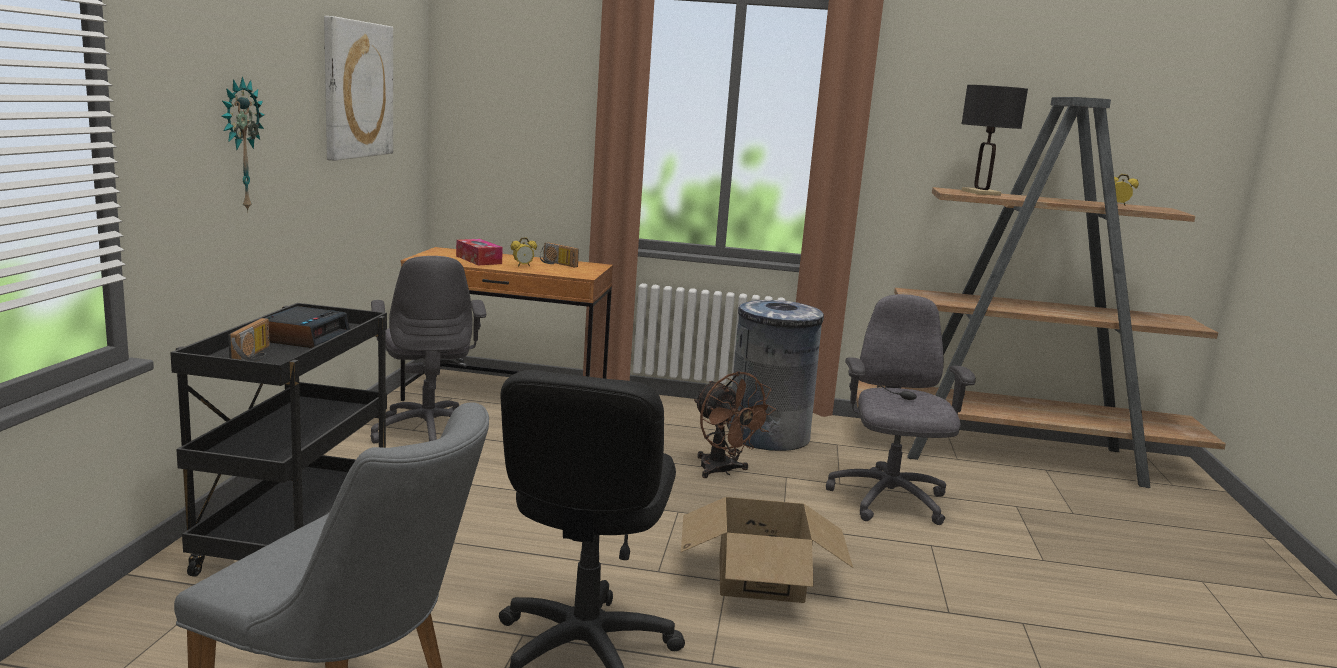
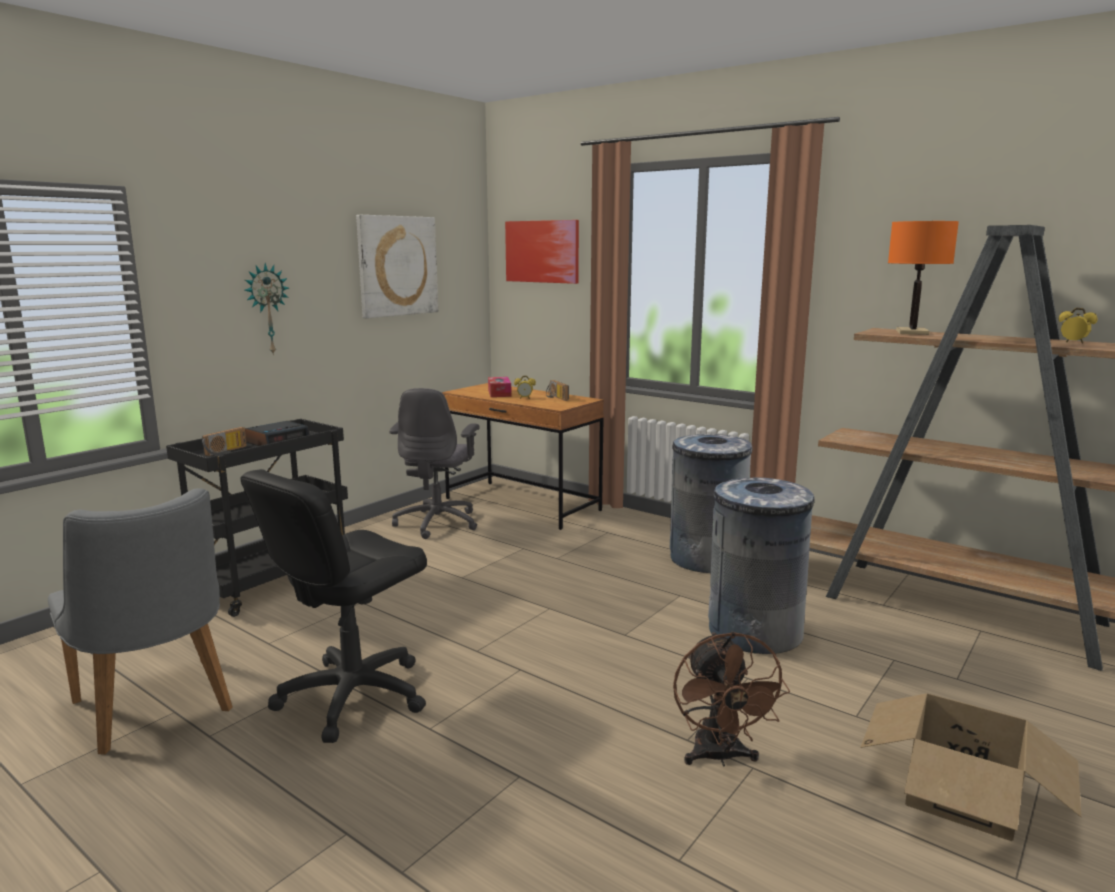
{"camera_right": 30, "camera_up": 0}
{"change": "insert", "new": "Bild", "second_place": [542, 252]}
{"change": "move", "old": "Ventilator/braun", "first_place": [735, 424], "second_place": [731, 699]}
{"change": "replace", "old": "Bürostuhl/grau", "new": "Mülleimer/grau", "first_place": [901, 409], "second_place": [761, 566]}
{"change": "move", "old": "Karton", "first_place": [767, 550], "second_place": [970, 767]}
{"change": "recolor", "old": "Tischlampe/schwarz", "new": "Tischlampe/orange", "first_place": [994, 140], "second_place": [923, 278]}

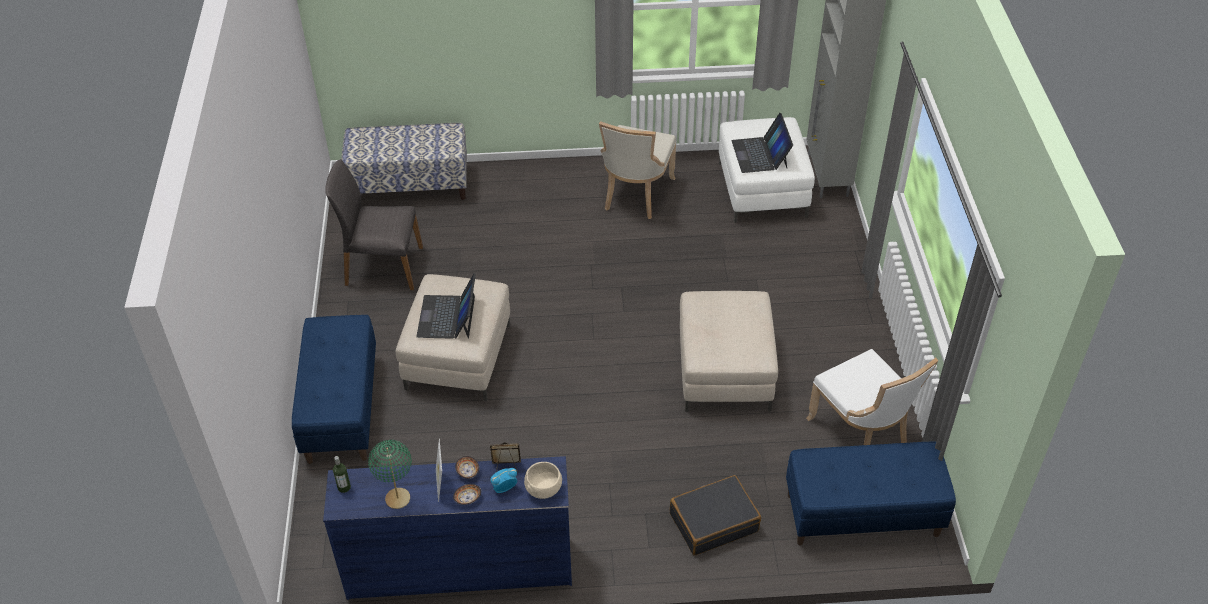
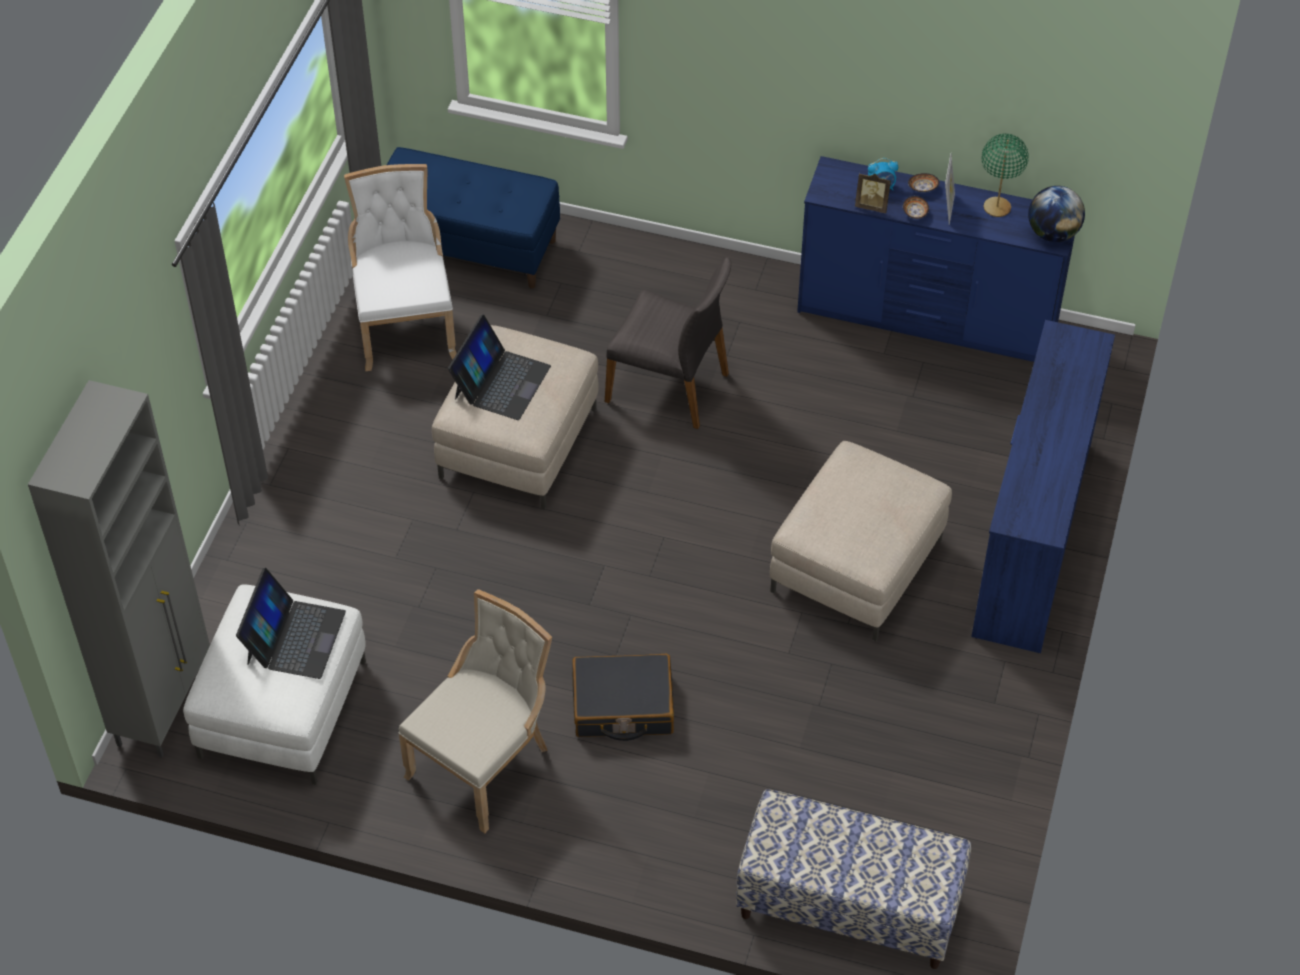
{"camera_right": -160, "camera_up": 5}
{"change": "move", "old": "Laptop", "first_place": [446, 306], "second_place": [499, 367]}
{"change": "move", "old": "Koffer/schwarz", "first_place": [715, 515], "second_place": [623, 697]}
{"change": "move", "old": "Stuhl/grau", "first_place": [374, 224], "second_place": [668, 343]}
{"change": "replace", "old": "Bank/blau", "new": "Kommode/blau", "first_place": [334, 389], "second_place": [1043, 486]}
{"change": "replace", "old": "Flasche", "new": "Globus", "first_place": [342, 474], "second_place": [1056, 214]}
{"change": "delete", "old": "Schüssel/beige", "first_place": [543, 480]}

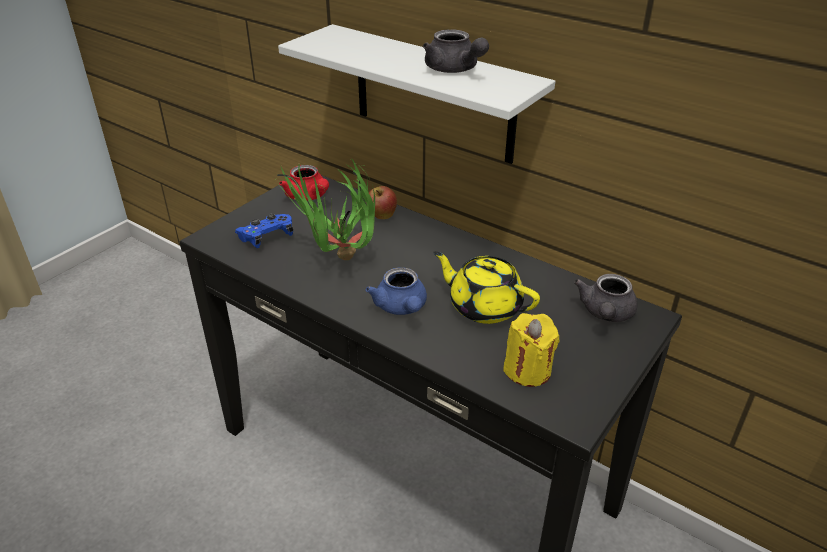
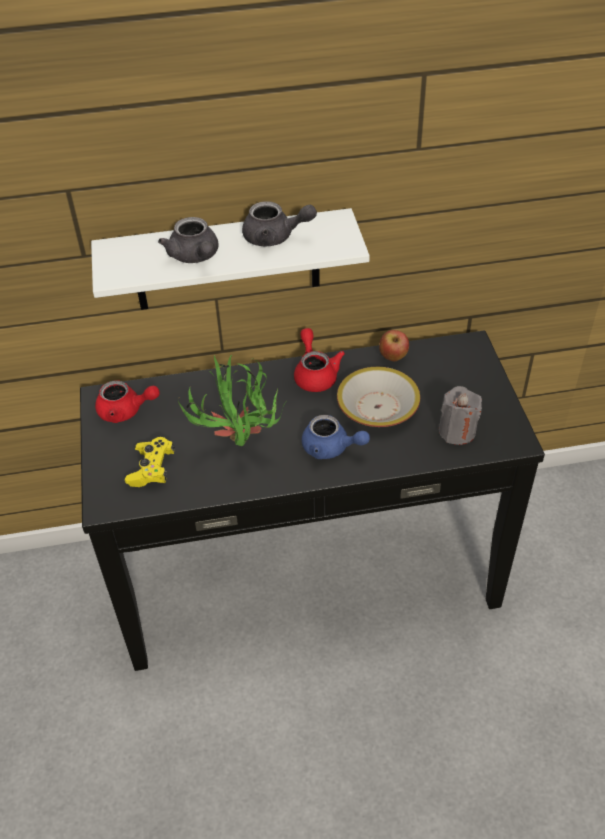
{"camera_right": -45, "camera_up": 10}
{"change": "recolor", "old": "Gamepad/blau", "new": "Gamepad/gelb", "first_place": [264, 231], "second_place": [150, 462]}
{"change": "move", "old": "Teekanne/grau", "first_place": [606, 298], "second_place": [188, 240]}
{"change": "insert", "new": "Teekanne/rot", "second_place": [319, 360]}
{"change": "replace", "old": "Teekanne/gelb", "new": "Schüssel", "first_place": [486, 287], "second_place": [378, 397]}
{"change": "move", "old": "Apfel", "first_place": [383, 202], "second_place": [394, 345]}
{"change": "recolor", "old": "Kerze/gelb", "new": "Kerze/grau", "first_place": [531, 350], "second_place": [460, 415]}

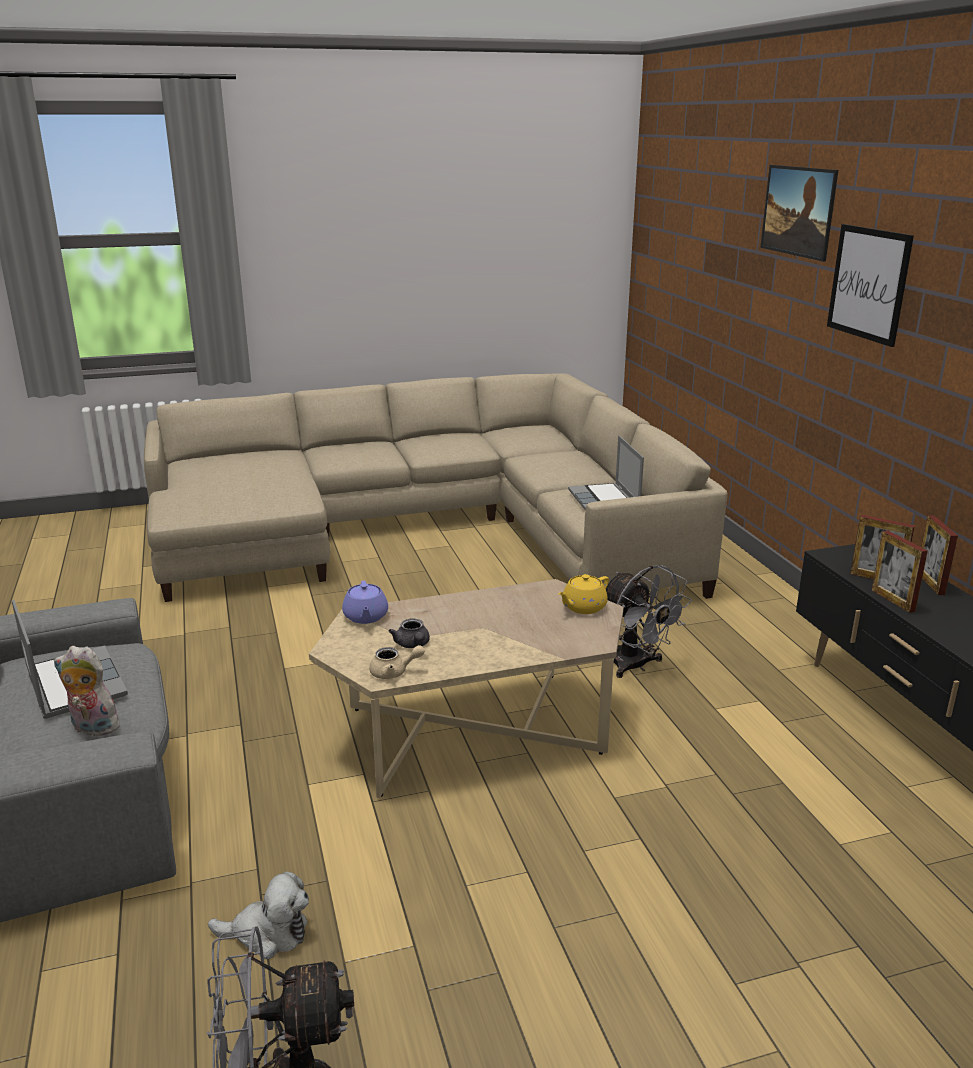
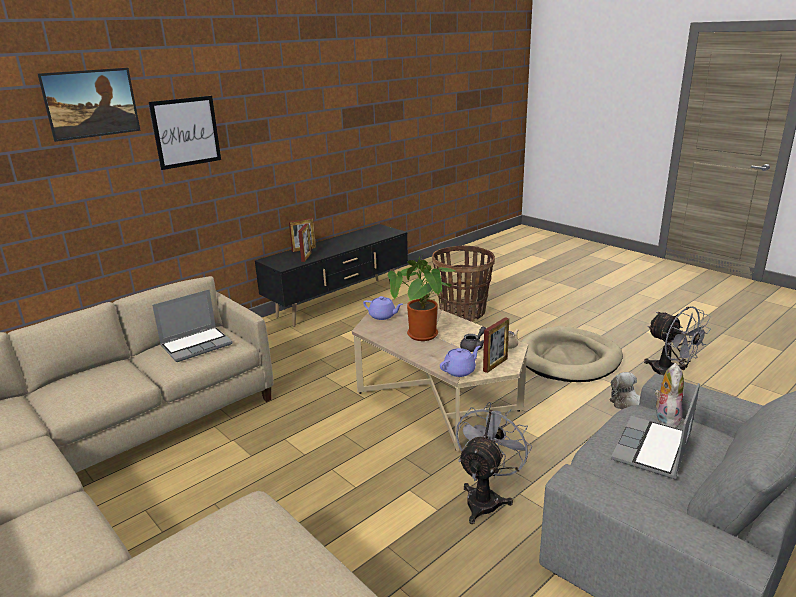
{"camera_right": -115, "camera_up": 0}
{"change": "recolor", "old": "Teekanne/gelb", "new": "Teekanne/lila", "first_place": [583, 594], "second_place": [383, 308]}
{"change": "insert", "new": "Topfpflanze", "second_place": [421, 297]}
{"change": "insert", "new": "Korb", "second_place": [463, 284]}
{"change": "move", "old": "Ventilator/grau", "first_place": [649, 621], "second_place": [494, 463]}
{"change": "move", "old": "Bilderrahmen", "first_place": [900, 571], "second_place": [496, 345]}
{"change": "insert", "new": "Hundebett/beige", "second_place": [572, 354]}
{"change": "rotate", "old": "Plüschtier", "first_place": [88, 691], "second_place": [669, 395], "degrees": -150}

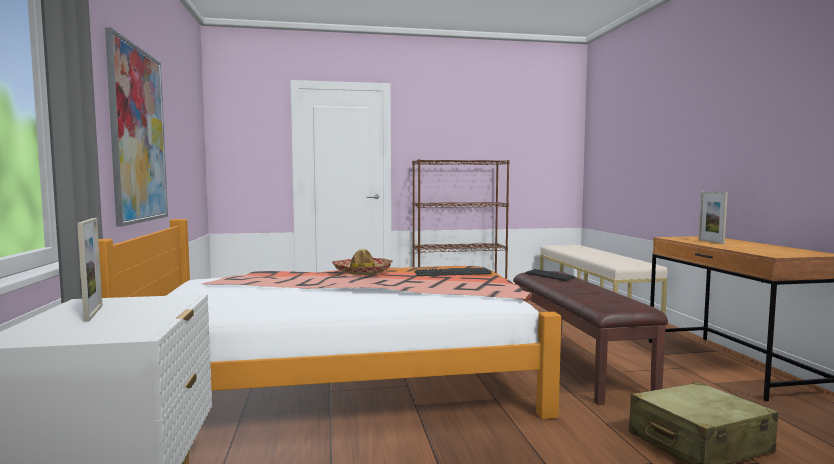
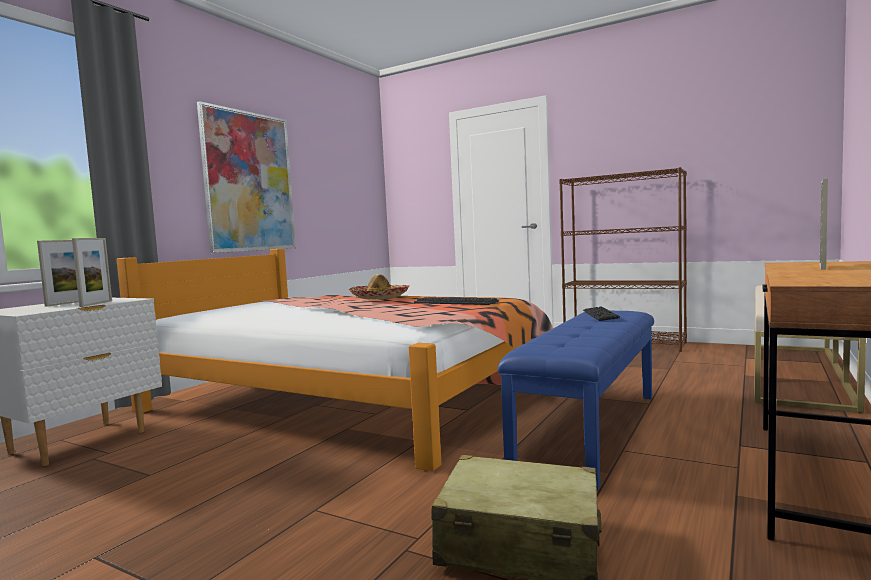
{"camera_right": 40, "camera_up": 0}
{"change": "insert", "new": "Bilderrahmen", "second_place": [92, 272]}
{"change": "recolor", "old": "Bank/braun", "new": "Bank/blau", "first_place": [590, 338], "second_place": [575, 400]}

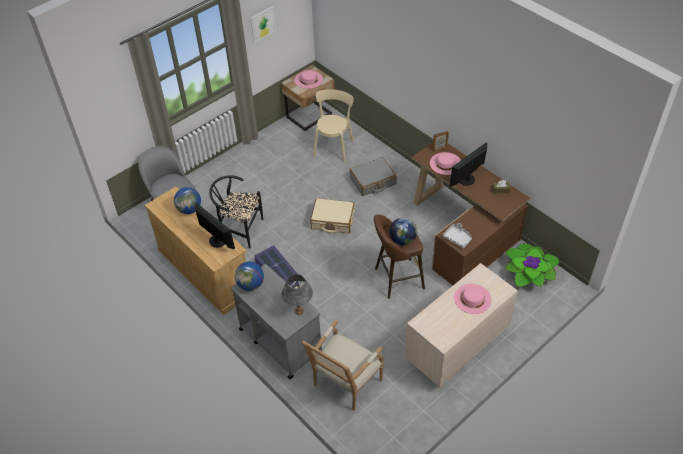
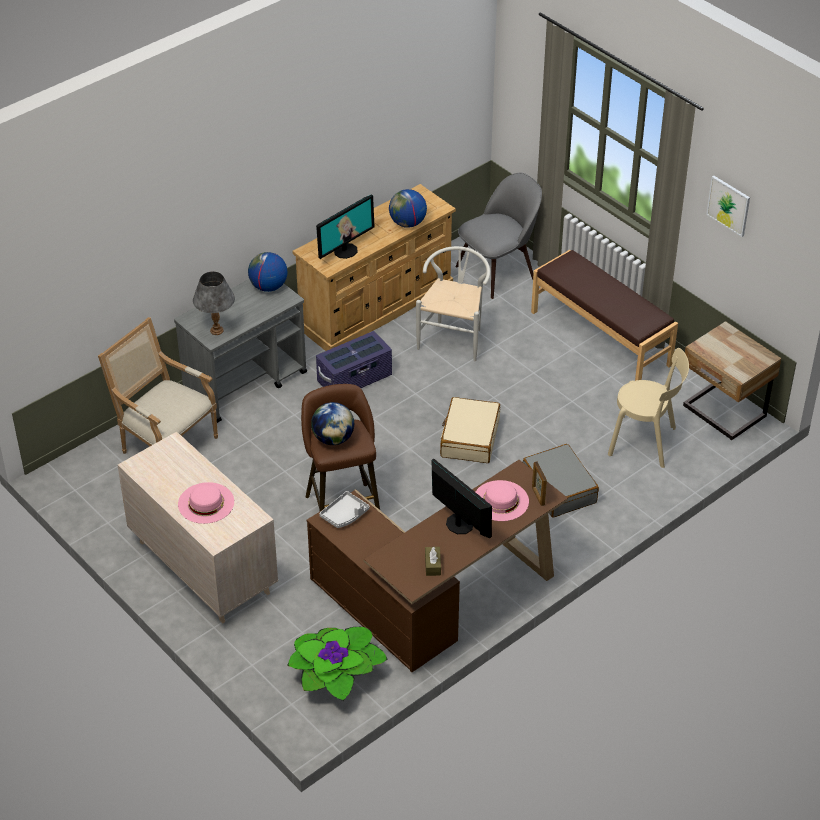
{"camera_right": 90, "camera_up": -5}
{"change": "recolor", "old": "Stuhl/schwarz", "new": "Stuhl/weiß", "first_place": [236, 212], "second_place": [453, 303]}
{"change": "insert", "new": "Bank/braun", "second_place": [604, 315]}
{"change": "delete", "old": "Hut/rosa", "first_place": [309, 79]}

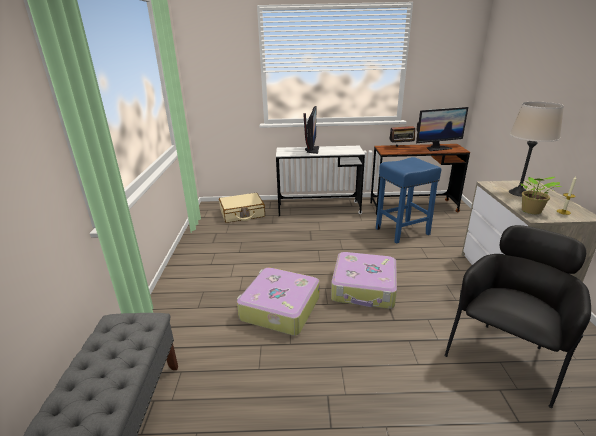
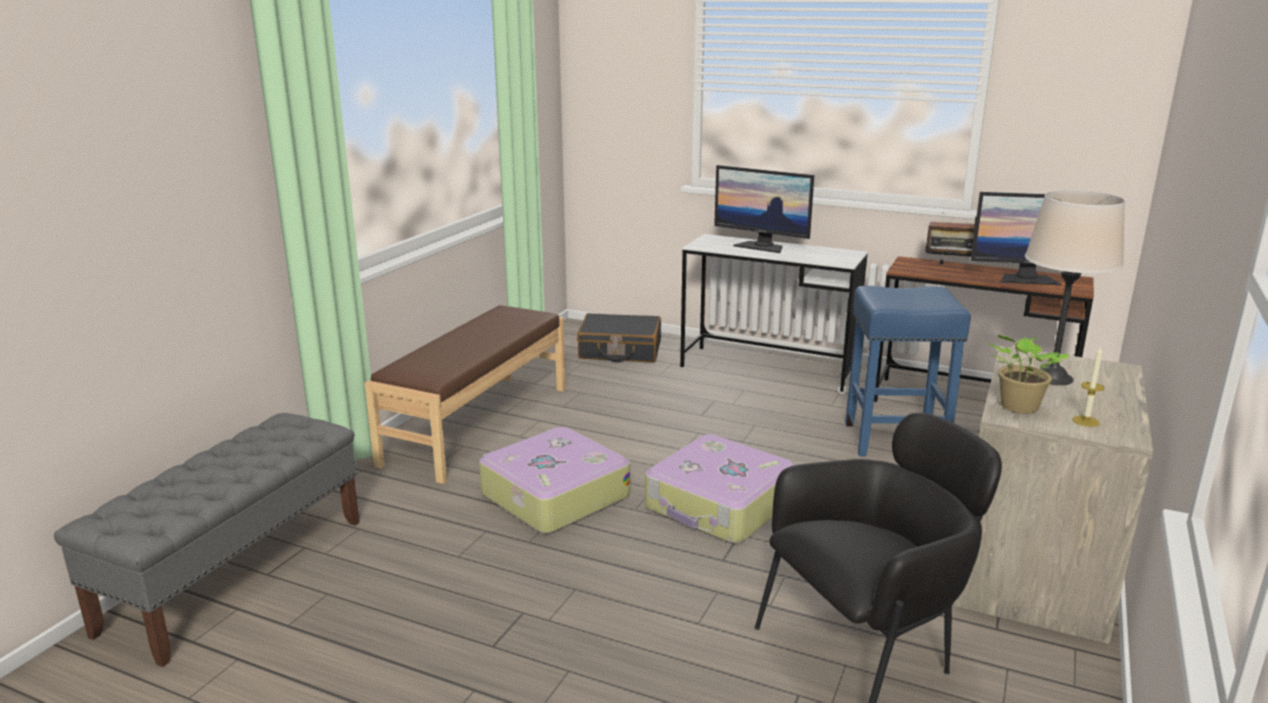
{"camera_right": 25, "camera_up": -5}
{"change": "insert", "new": "Bank/braun", "second_place": [465, 394]}
{"change": "recolor", "old": "Koffer/beige", "new": "Koffer/schwarz", "first_place": [242, 208], "second_place": [619, 337]}
{"change": "rotate", "old": "Monitor", "first_place": [311, 130], "second_place": [764, 209], "degrees": 90}

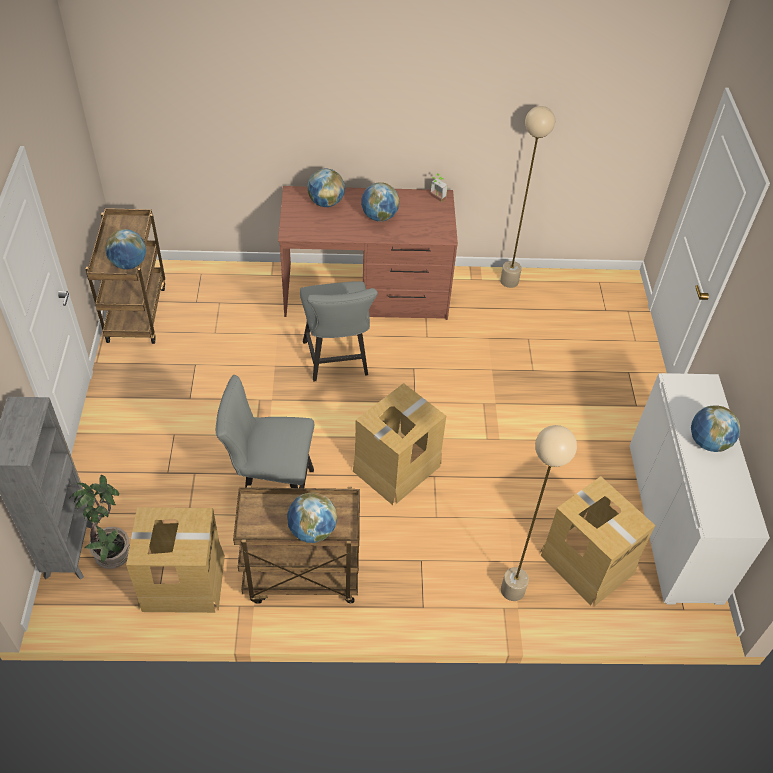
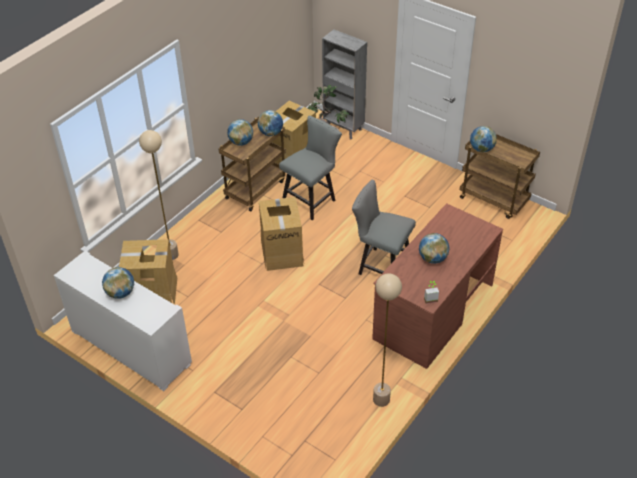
{"camera_right": 130, "camera_up": -5}
{"change": "move", "old": "Globus", "first_place": [326, 188], "second_place": [270, 123]}

